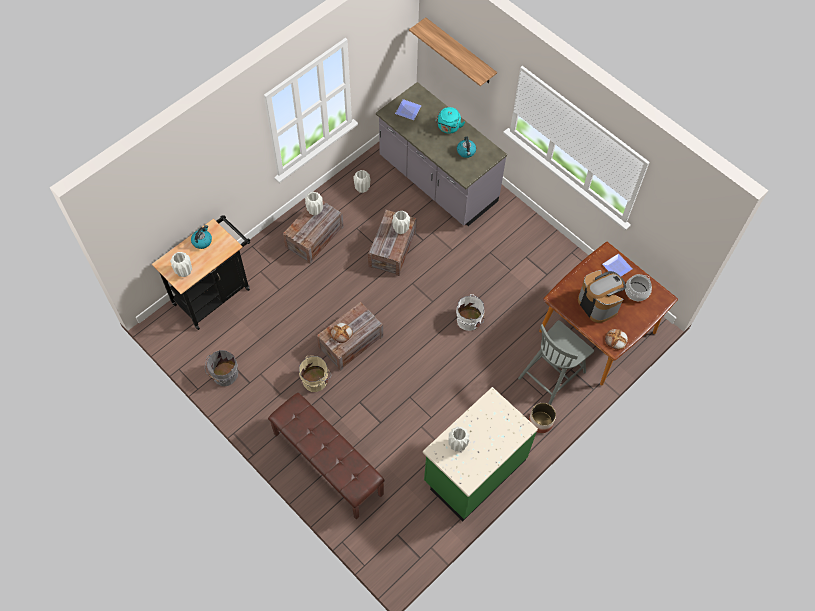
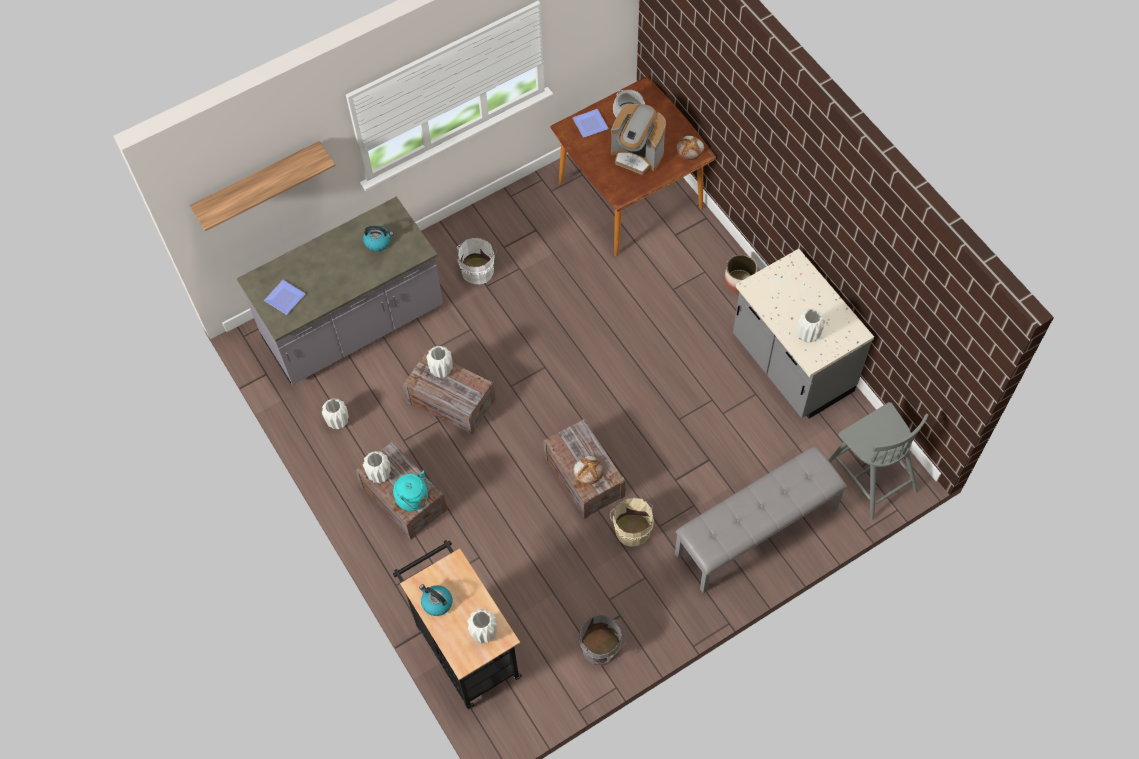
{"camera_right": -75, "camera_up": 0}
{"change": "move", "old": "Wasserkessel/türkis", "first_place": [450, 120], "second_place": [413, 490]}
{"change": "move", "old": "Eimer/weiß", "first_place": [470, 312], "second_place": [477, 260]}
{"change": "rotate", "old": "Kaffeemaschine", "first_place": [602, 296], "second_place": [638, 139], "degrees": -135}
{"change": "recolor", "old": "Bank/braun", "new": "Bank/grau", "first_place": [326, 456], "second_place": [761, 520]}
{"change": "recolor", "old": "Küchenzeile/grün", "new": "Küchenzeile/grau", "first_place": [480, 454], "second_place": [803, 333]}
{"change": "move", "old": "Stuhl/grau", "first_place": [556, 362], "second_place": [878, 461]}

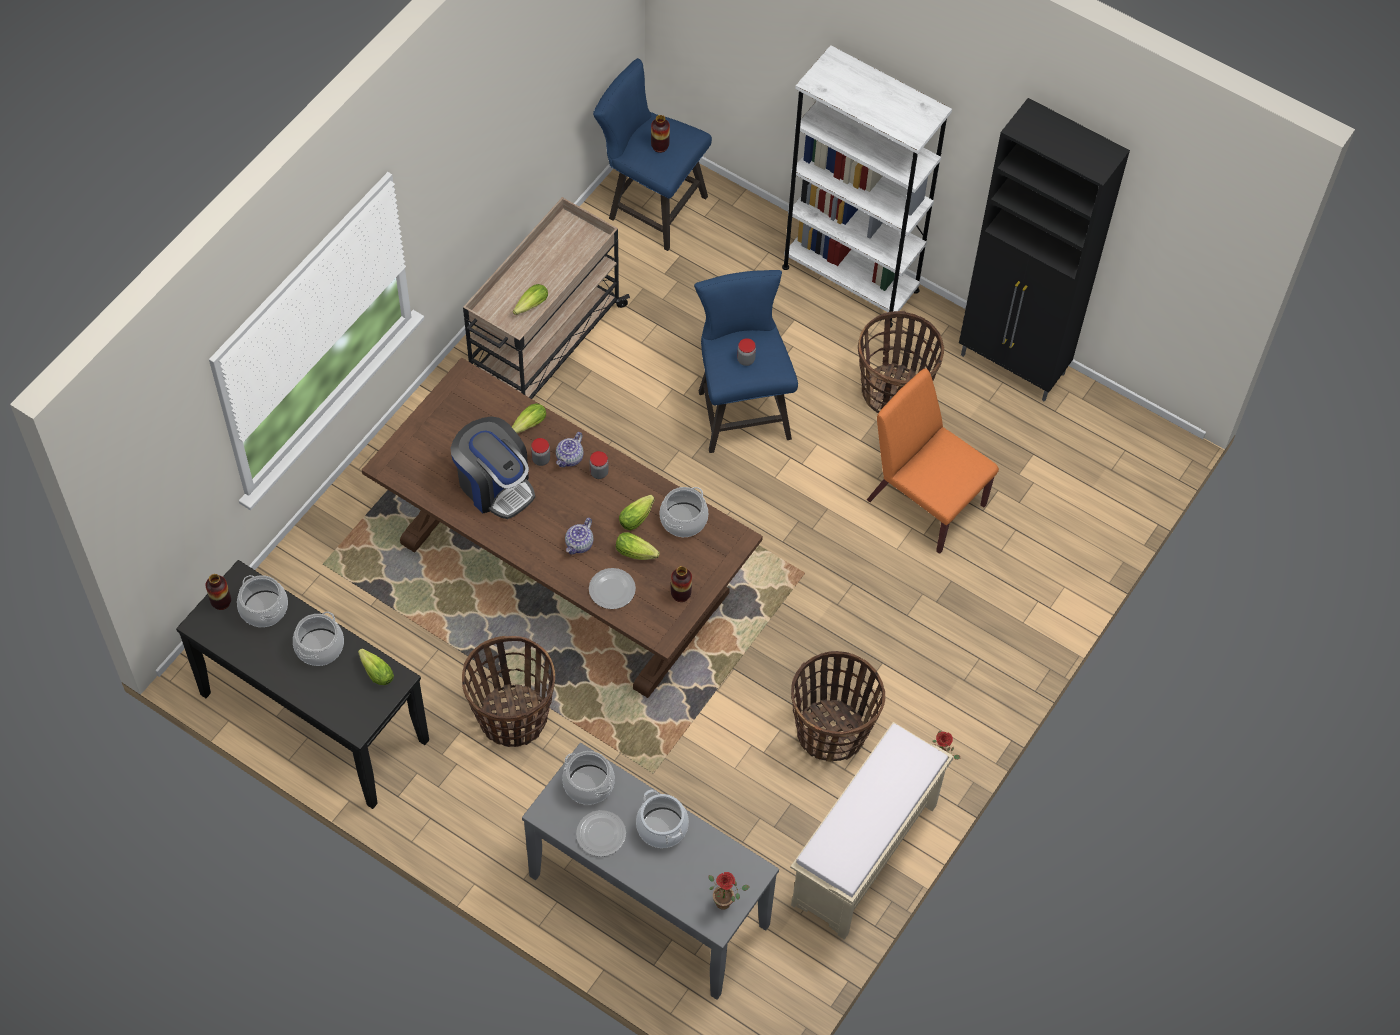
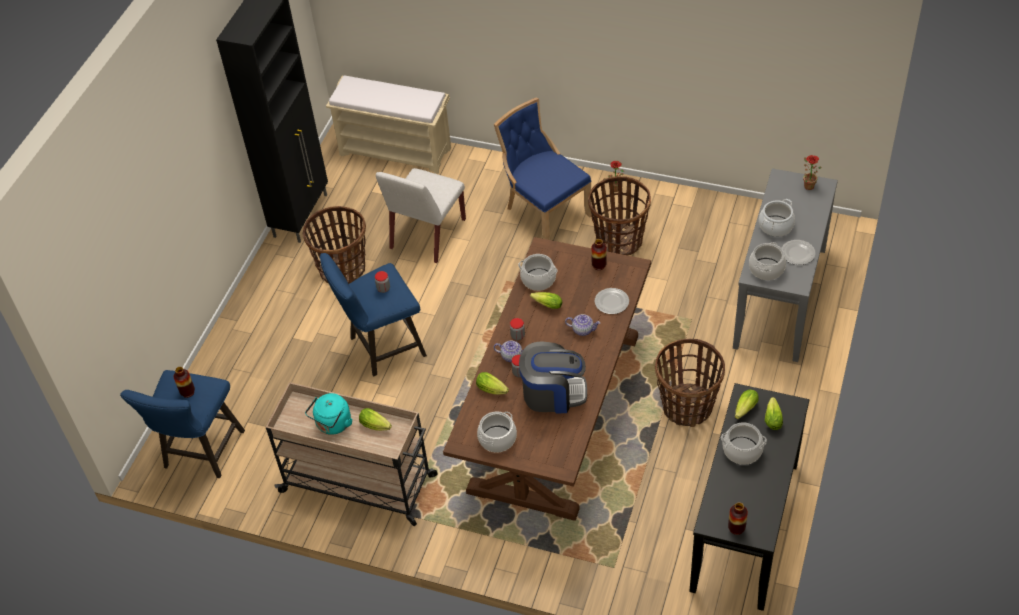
{"camera_right": -100, "camera_up": -10}
{"change": "insert", "new": "Wasserkessel/türkis", "second_place": [328, 414]}
{"change": "move", "old": "Bank/beige", "first_place": [871, 831], "second_place": [388, 124]}
{"change": "recolor", "old": "Stuhl/orange", "new": "Stuhl/weiß", "first_place": [933, 461], "second_place": [421, 215]}
{"change": "move", "old": "Kochtopf", "first_place": [262, 601], "second_place": [497, 432]}
{"change": "insert", "new": "Stuhl/blau", "second_place": [543, 168]}
{"change": "rotate", "old": "Kaffeemaschine", "first_place": [493, 467], "second_place": [553, 378], "degrees": 60}
{"change": "move", "old": "Salatkopf", "first_place": [638, 546], "second_place": [774, 413]}
{"change": "delete", "old": "Bücherregal/weiß", "first_place": [867, 186]}

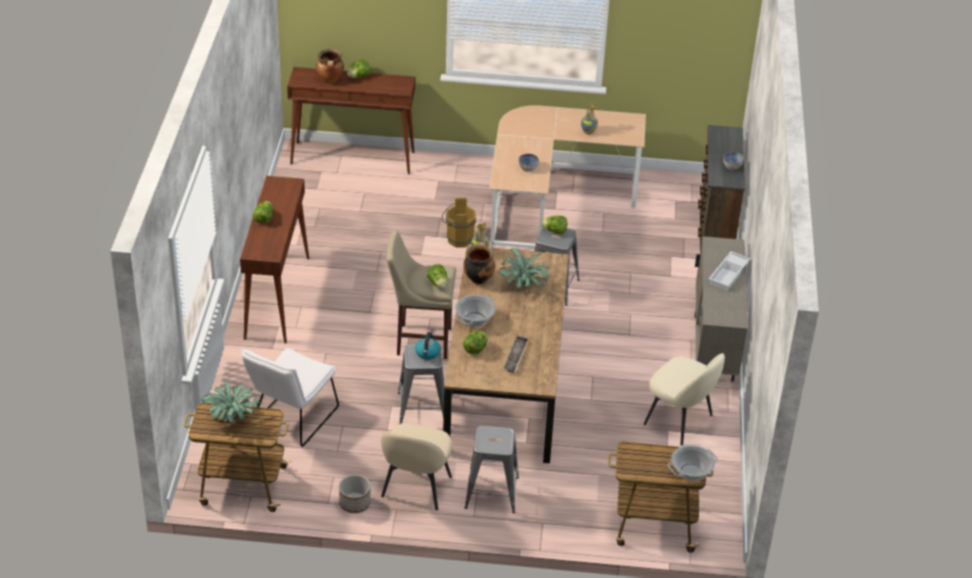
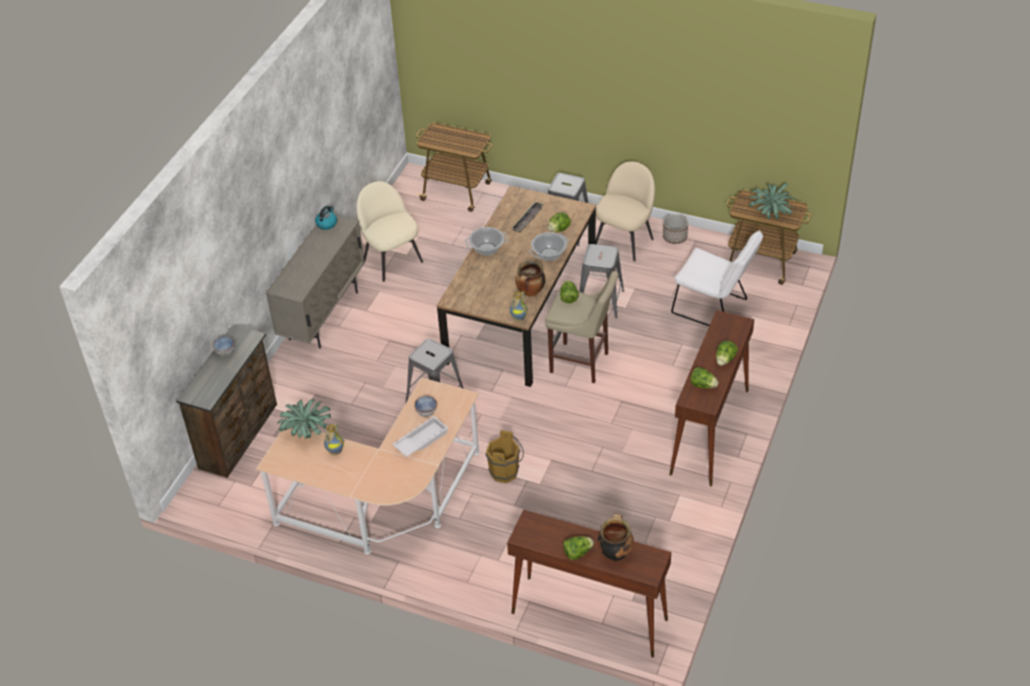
{"camera_right": -160, "camera_up": 5}
{"change": "move", "old": "Topfpflanze", "first_place": [524, 268], "second_place": [304, 419]}
{"change": "move", "old": "Wasserkessel", "first_place": [428, 346], "second_place": [326, 218]}
{"change": "move", "old": "Tablett/weiß", "first_place": [729, 271], "second_place": [420, 436]}
{"change": "move", "old": "Kochtopf", "first_place": [693, 463], "second_place": [486, 241]}
{"change": "rotate", "old": "Stuhl/weiß", "first_place": [290, 397], "second_place": [717, 278], "degrees": 75}
{"change": "move", "old": "Salatkopf", "first_place": [554, 225], "second_place": [704, 377]}

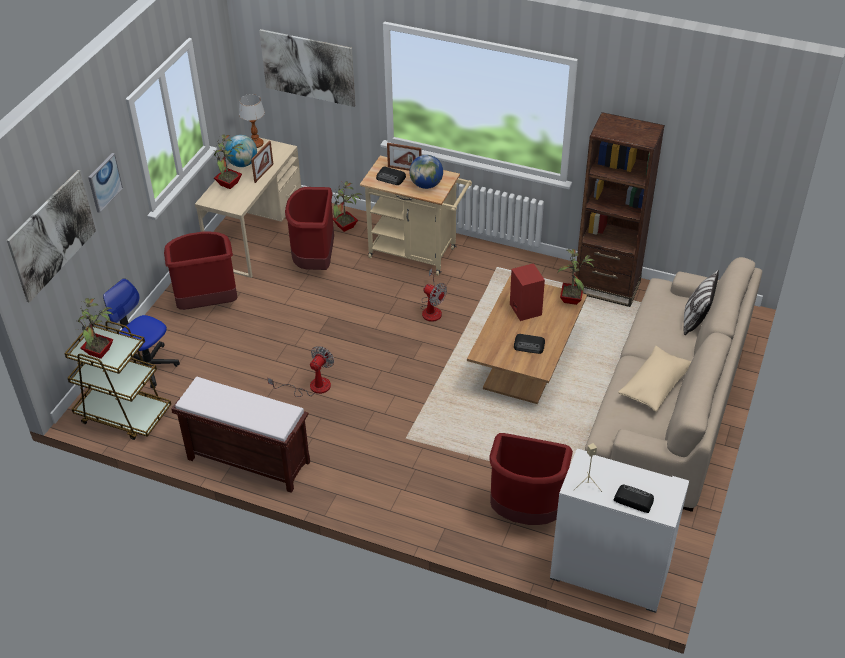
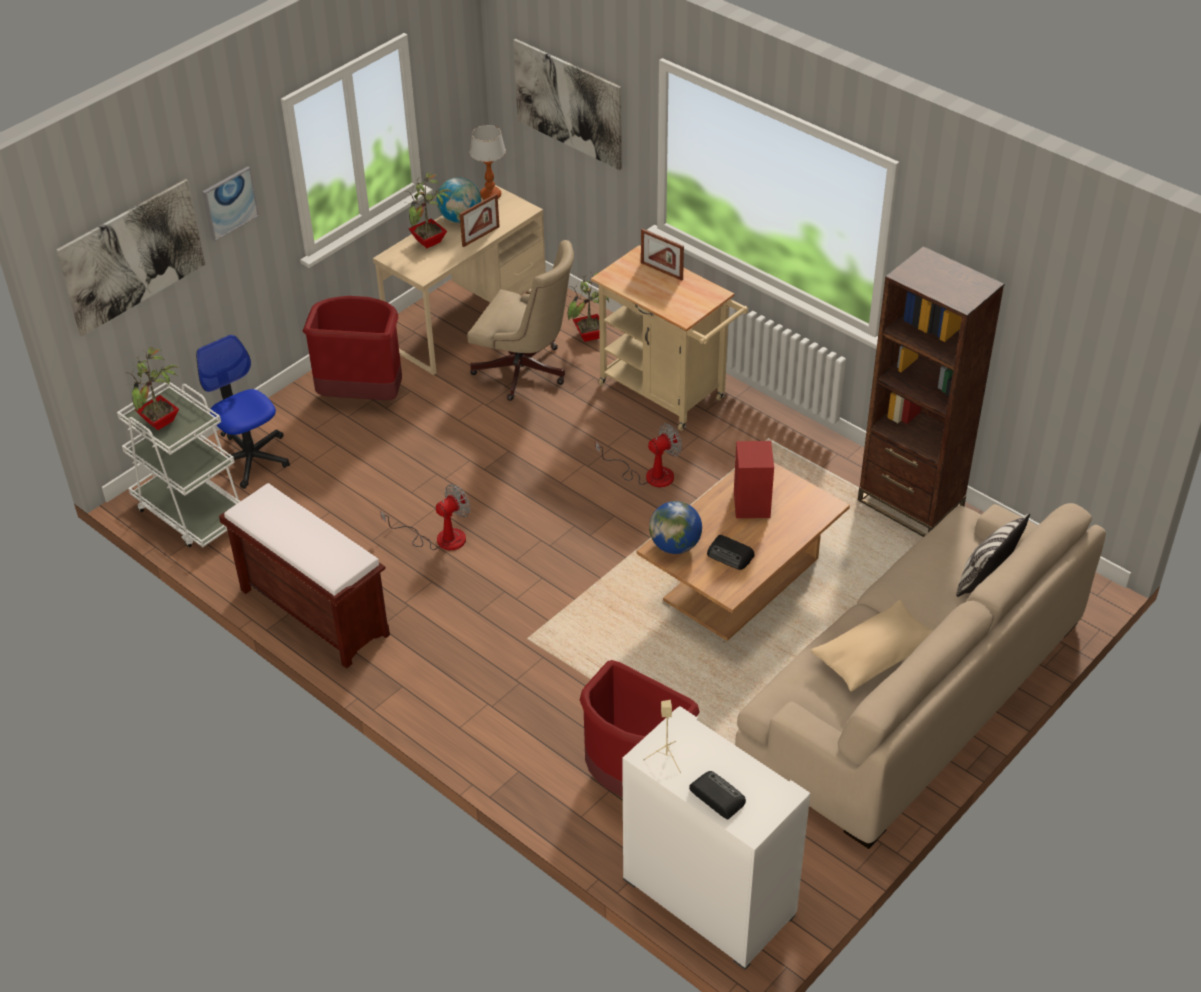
{"camera_right": 20, "camera_up": 0}
{"change": "recolor", "old": "Rollwagen/braun", "new": "Rollwagen/weiß", "first_place": [117, 380], "second_place": [179, 465]}
{"change": "replace", "old": "Mülleimer/rot", "new": "Bürostuhl/beige", "first_place": [309, 228], "second_place": [520, 320]}
{"change": "rotate", "old": "Ventilator", "first_place": [433, 295], "second_place": [639, 455], "degrees": -90}
{"change": "move", "old": "Globus", "first_place": [426, 172], "second_place": [675, 527]}
{"change": "delete", "old": "Radio", "first_place": [391, 176]}
{"change": "delete", "old": "Topfpflanze", "first_place": [576, 277]}

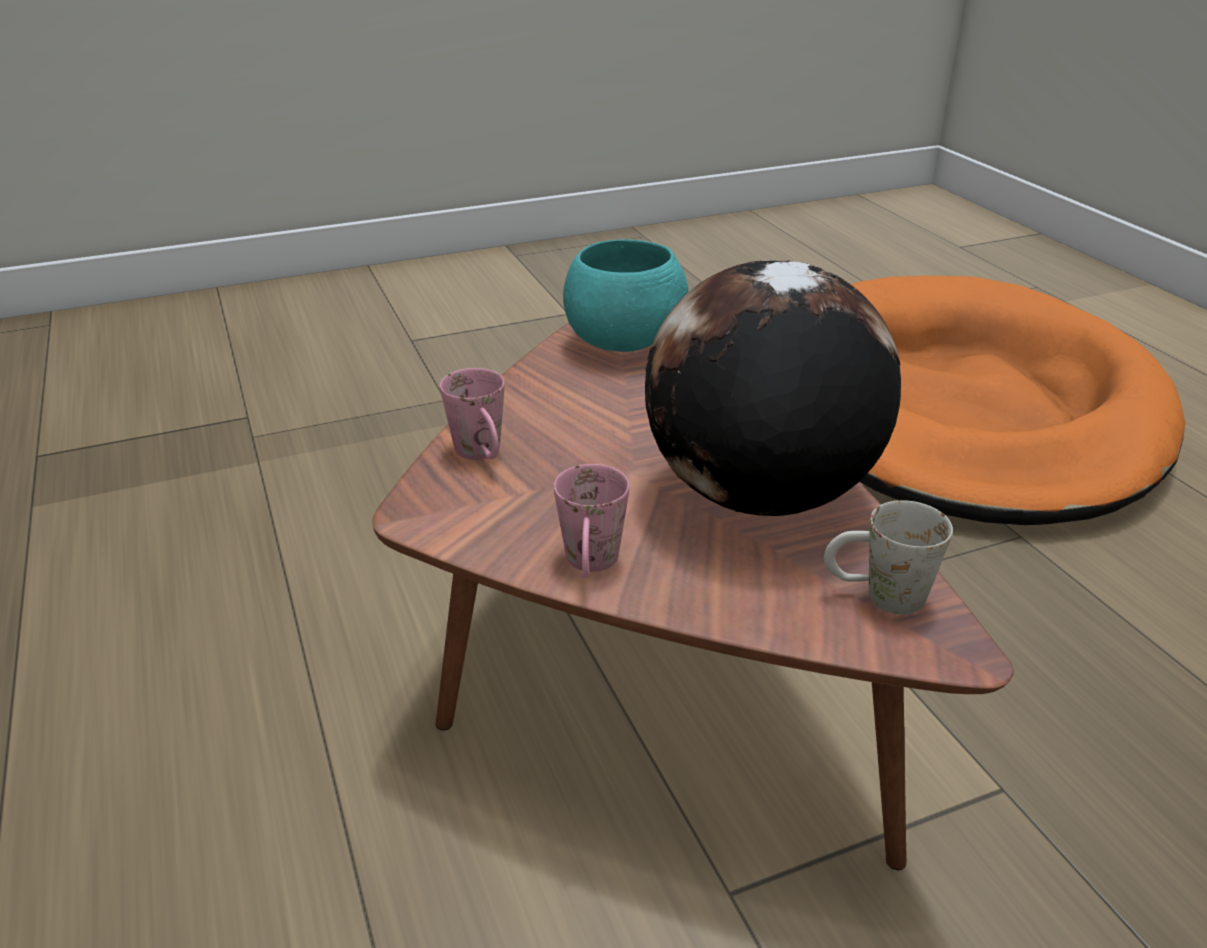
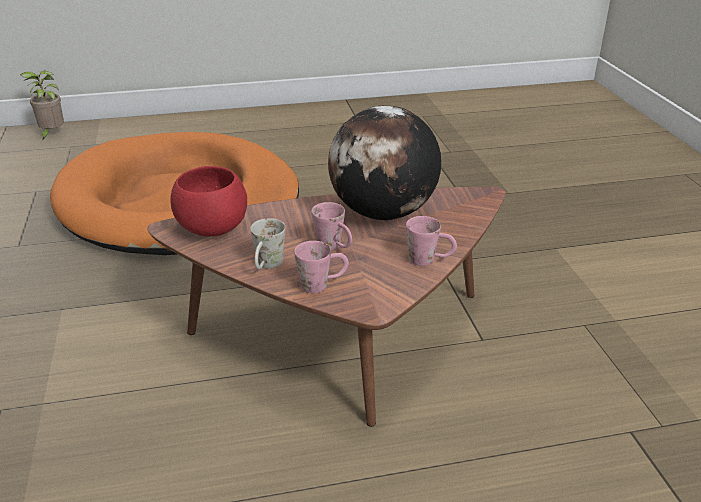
{"camera_right": -80, "camera_up": 0}
{"change": "insert", "new": "Topfpflanze", "second_place": [42, 105]}
{"change": "recolor", "old": "Schüssel/türkis", "new": "Schüssel/rot", "first_place": [625, 295], "second_place": [208, 201]}
{"change": "move", "old": "Henkelbecher/weiß", "first_place": [888, 557], "second_place": [268, 243]}
{"change": "insert", "new": "Henkelbecher/rosa", "second_place": [331, 226]}

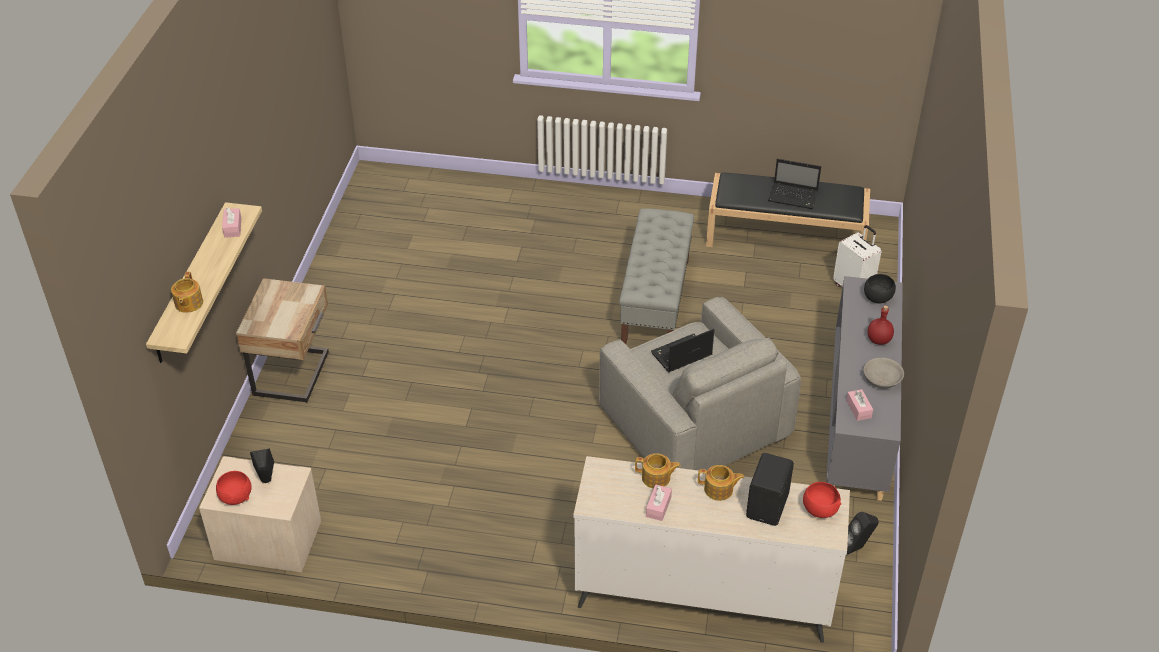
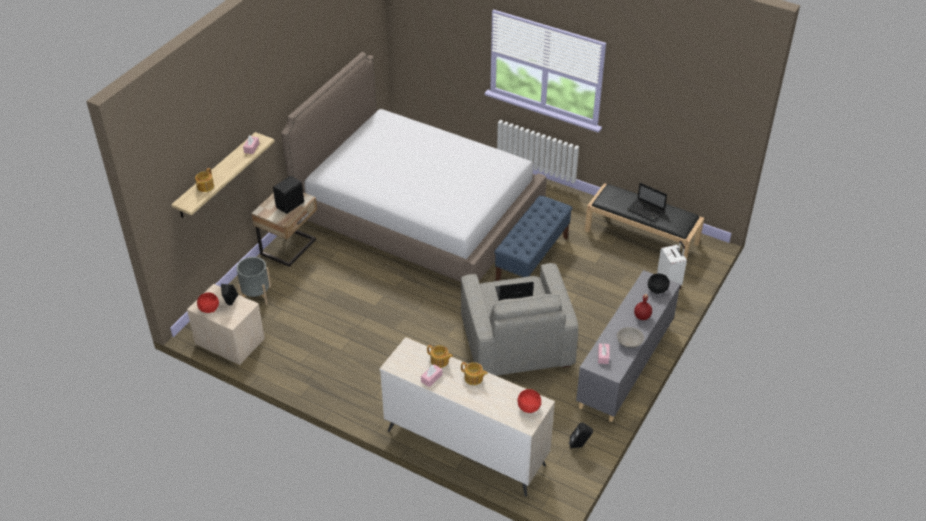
{"camera_right": 20, "camera_up": 0}
{"change": "insert", "new": "Pflanzkübel/grau", "second_place": [254, 281]}
{"change": "move", "old": "Lautsprecher/schwarz", "first_place": [770, 489], "second_place": [288, 195]}
{"change": "insert", "new": "Bett", "second_place": [413, 167]}
{"change": "recolor", "old": "Bank/grau", "new": "Bank/blau", "first_place": [656, 276], "second_place": [533, 238]}

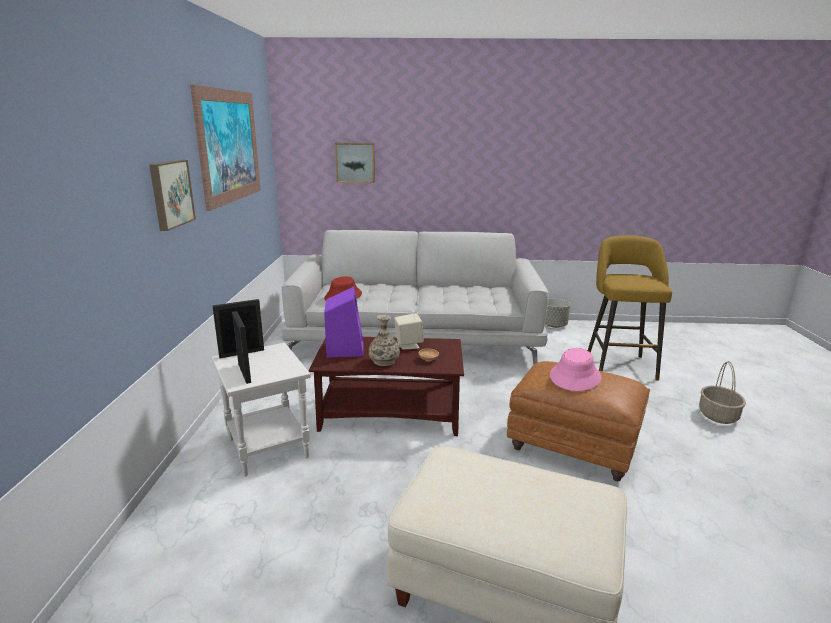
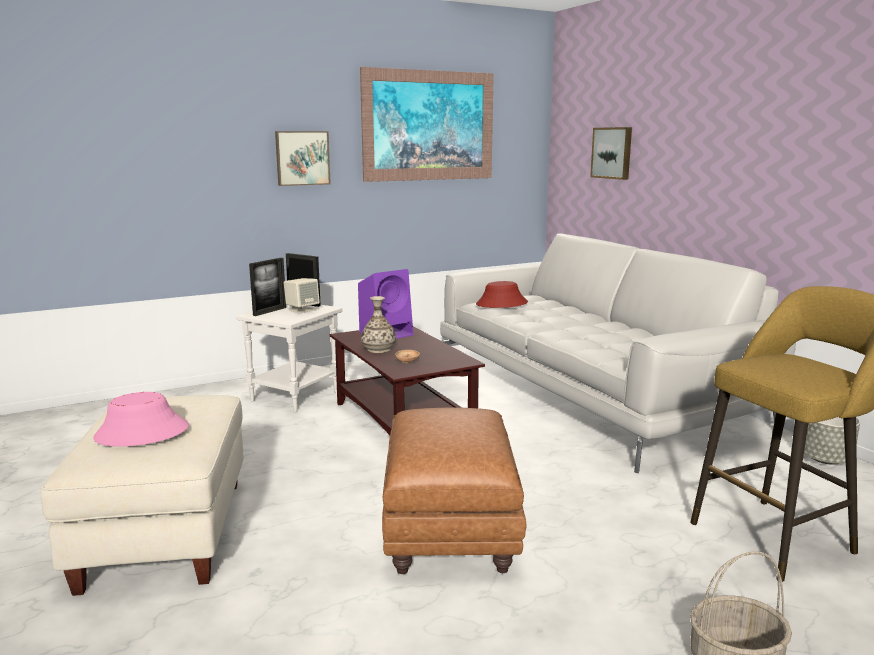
{"camera_right": 60, "camera_up": -5}
{"change": "move", "old": "Hut/rosa", "first_place": [575, 369], "second_place": [141, 419]}
{"change": "move", "old": "Lautsprecher/beige", "first_place": [409, 331], "second_place": [302, 296]}

